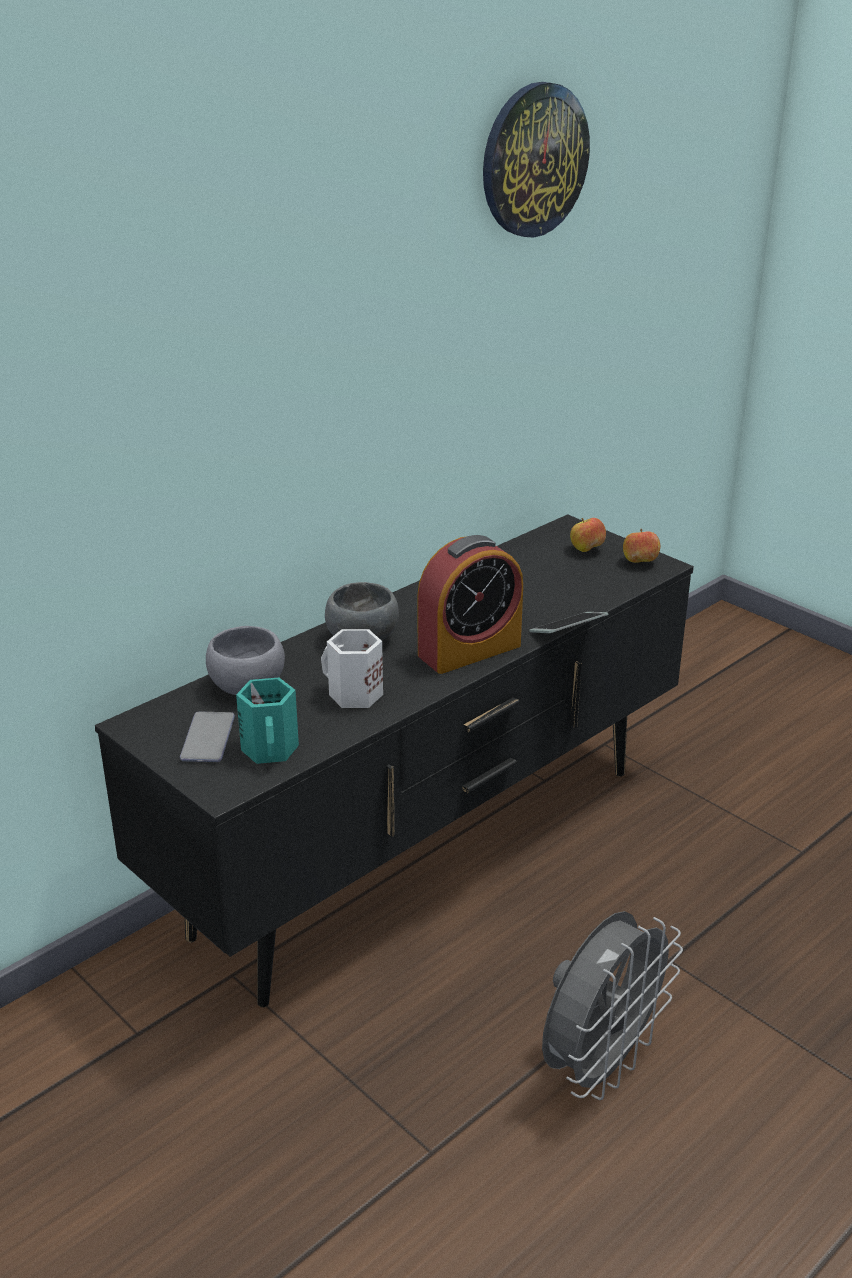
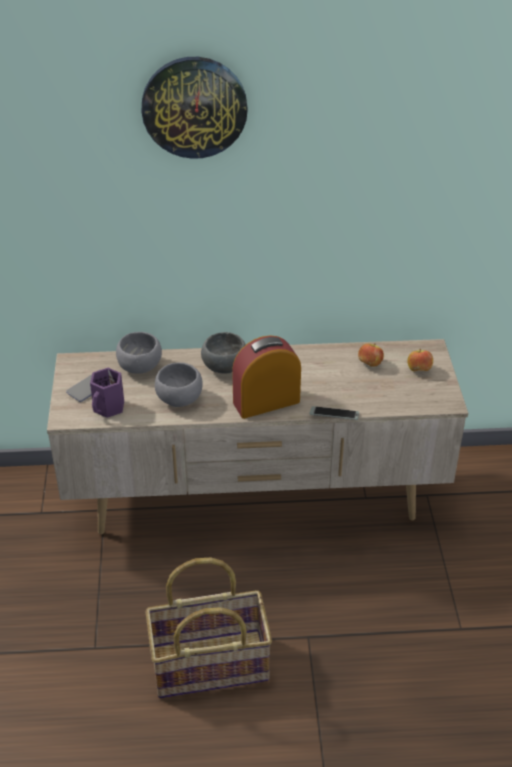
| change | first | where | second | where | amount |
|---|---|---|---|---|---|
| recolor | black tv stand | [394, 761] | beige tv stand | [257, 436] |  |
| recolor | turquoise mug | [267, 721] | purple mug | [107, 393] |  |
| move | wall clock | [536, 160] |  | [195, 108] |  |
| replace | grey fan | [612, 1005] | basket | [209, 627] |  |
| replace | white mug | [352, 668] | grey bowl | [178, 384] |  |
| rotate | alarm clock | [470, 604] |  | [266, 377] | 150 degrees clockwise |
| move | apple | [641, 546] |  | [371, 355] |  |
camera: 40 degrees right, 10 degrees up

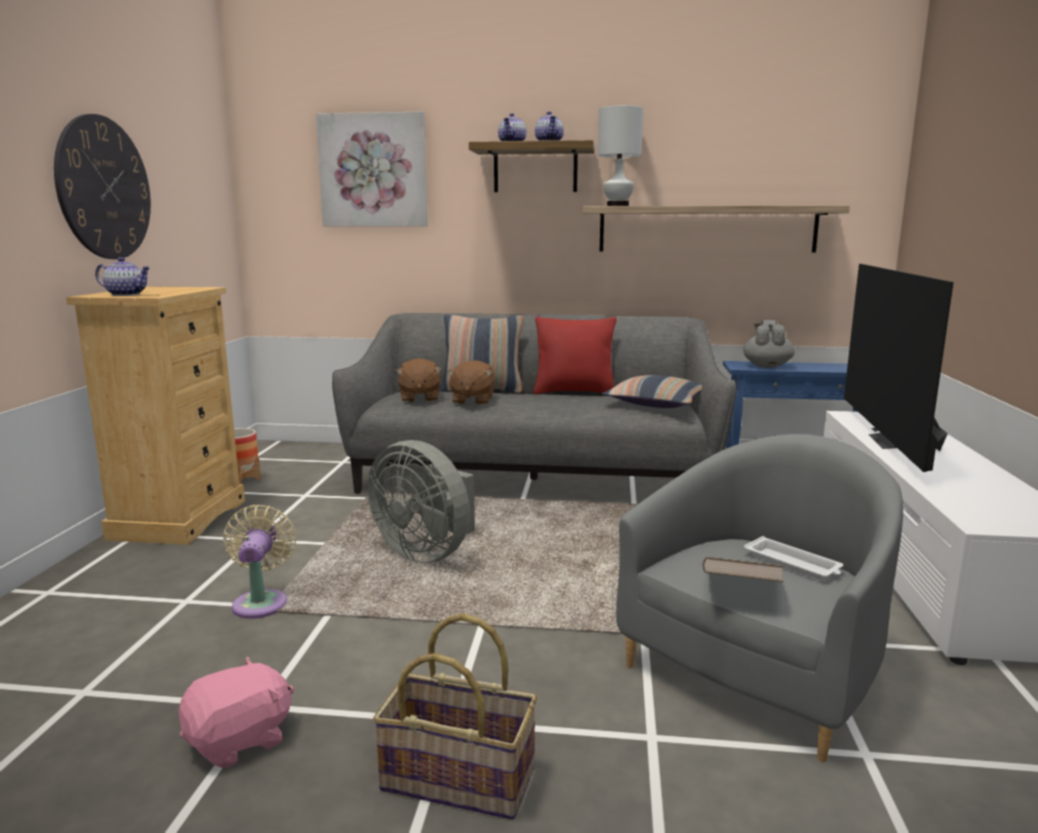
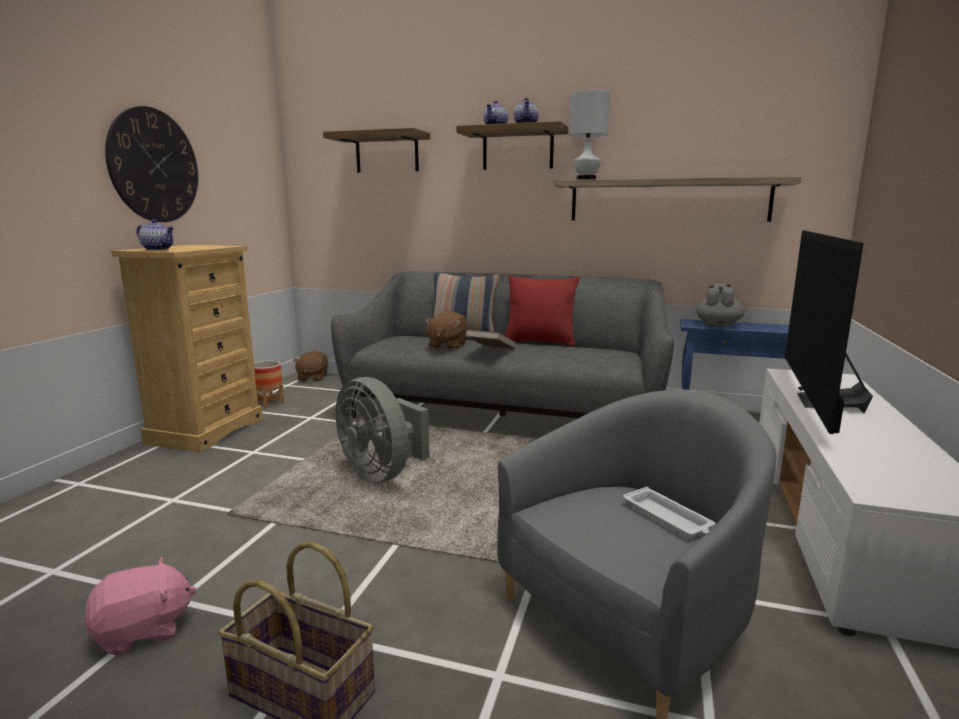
| change | first | where | second | where | amount |
|---|---|---|---|---|---|
| move | brown plush toy | [419, 380] |  | [310, 366] |  |
| replace | picture | [372, 169] | shelf | [376, 150] |  |
| move | brown book | [743, 569] |  | [490, 339] |  |
| delete | beige fan | [259, 562] |  |  |  |
| delete | pillow | [652, 391] |  |  |  |
camera: 10 degrees right, 0 degrees up

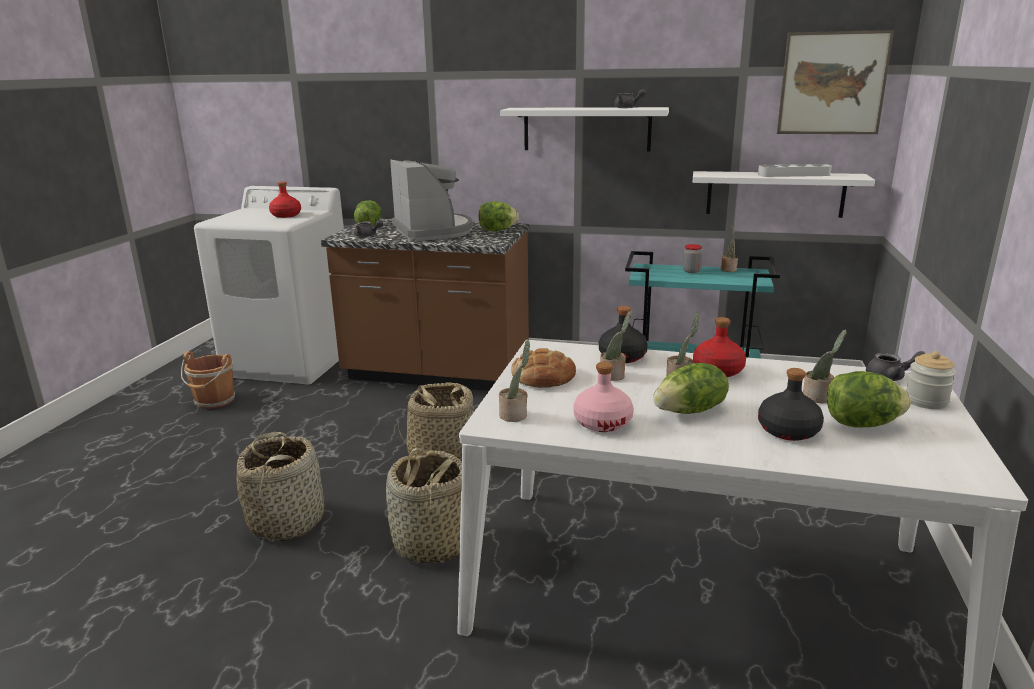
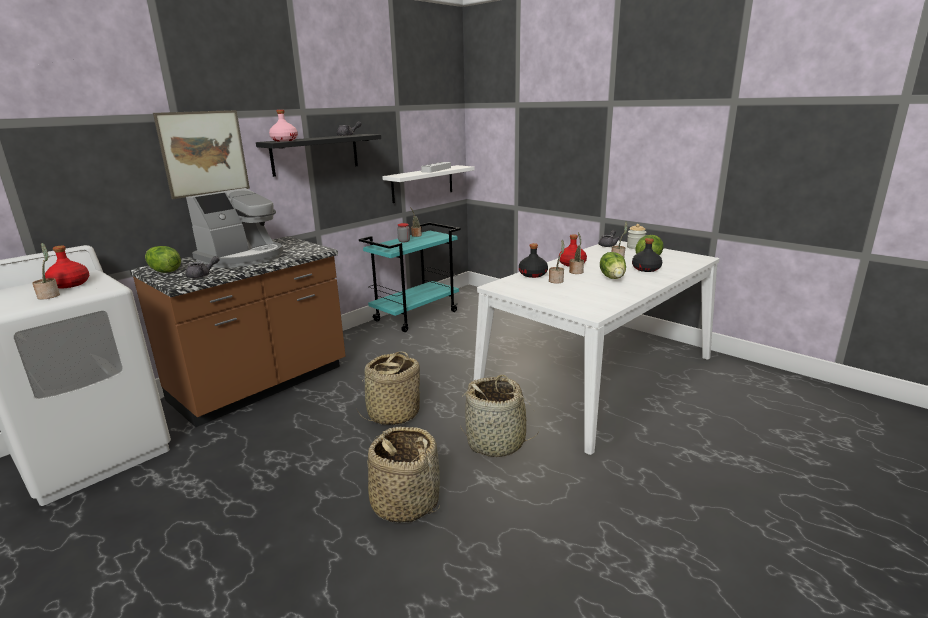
| change | first | where | second | where | amount |
|---|---|---|---|---|---|
| move | potted plant | [514, 381] |  | [46, 271] |  |
| move | picture | [835, 82] |  | [201, 154] |  |
| rotate | coffee machine | [431, 200] |  | [234, 228] | 120 degrees clockwise |
| recolor | white shelf | [584, 129] | black shelf | [318, 155] |  |
| move | pink bottle | [603, 397] |  | [283, 125] |  |
| delete | brown bucket | [208, 380] |  |  |  |
| delete | lettuce | [498, 216] |  |  |  |
| delete | bread | [543, 368] |  |  |  |
camera: 60 degrees left, 0 degrees up

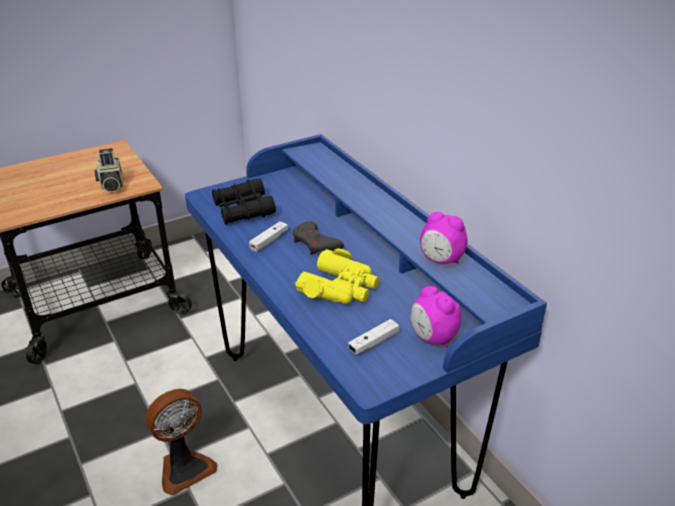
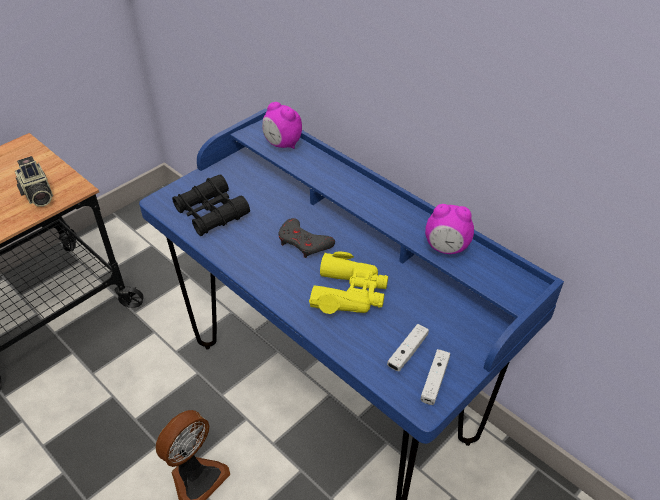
| change | first | where | second | where | amount |
|---|---|---|---|---|---|
| move | alarm clock | [435, 316] |  | [282, 125] |  |
| move | white game controller | [268, 236] |  | [435, 377] |  |
camera: 15 degrees left, 10 degrees up

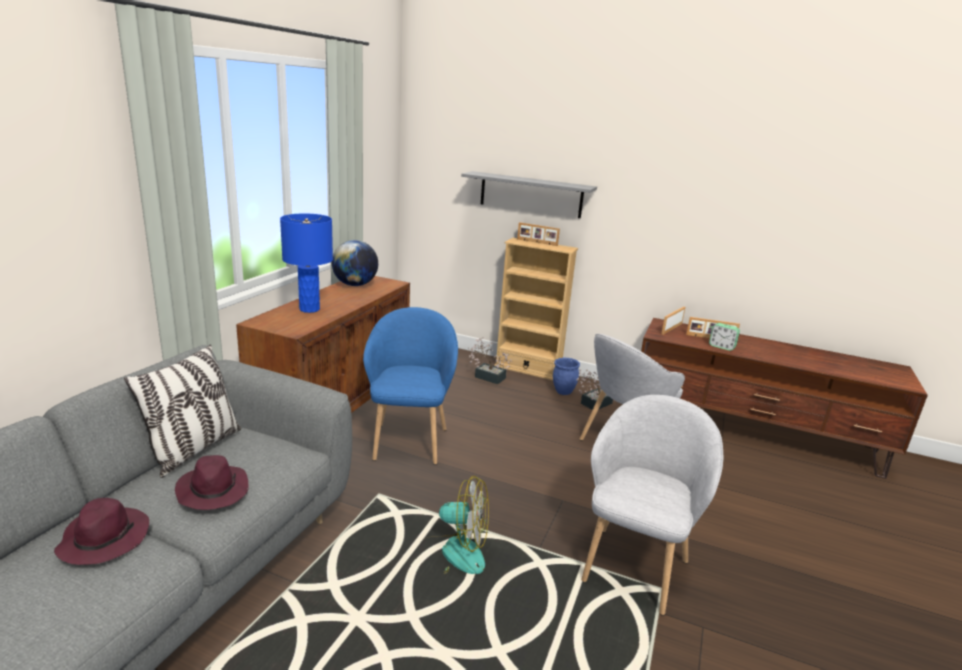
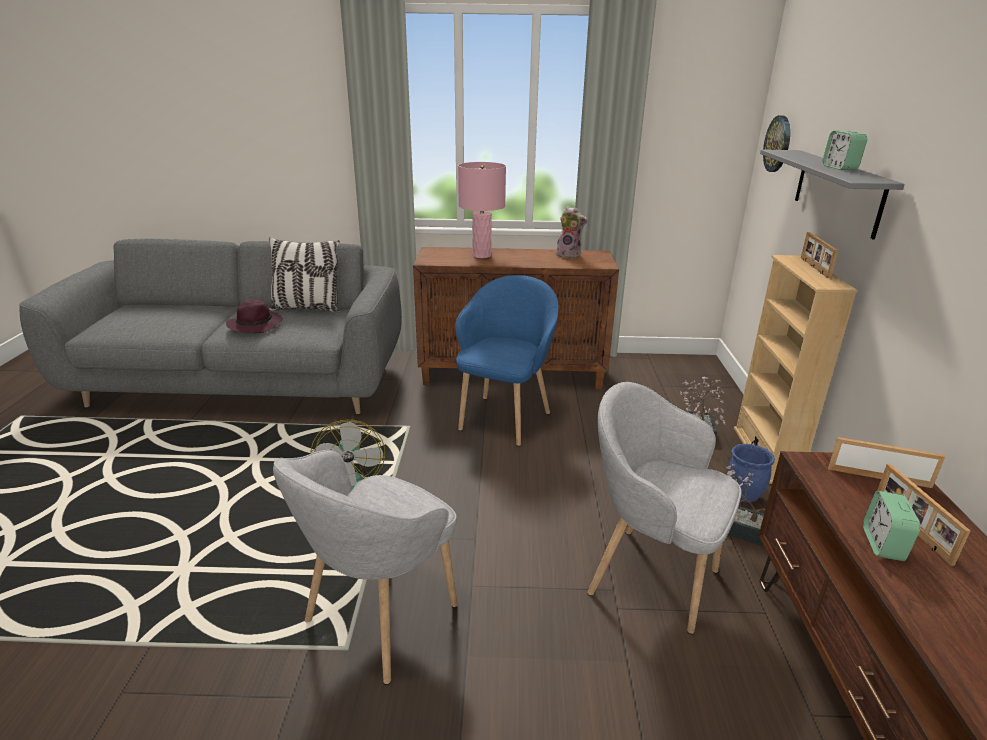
| change | first | where | second | where | amount |
|---|---|---|---|---|---|
| rotate | grey armchair | [652, 505] |  | [365, 567] | 120 degrees clockwise |
| rotate | blue armchair | [410, 386] |  | [507, 360] | 45 degrees counterclockwise |
| recolor | blue table lamp | [306, 263] | pink table lamp | [482, 210] |  |
| replace | globe | [355, 263] | plush toy | [572, 232] |  |
| insert |  |  | wall clock | [776, 143] |  |
| insert |  |  | alarm clock | [845, 150] |  |
| delete | purple hat | [101, 531] |  |  |  |
camera: 70 degrees right, 5 degrees up

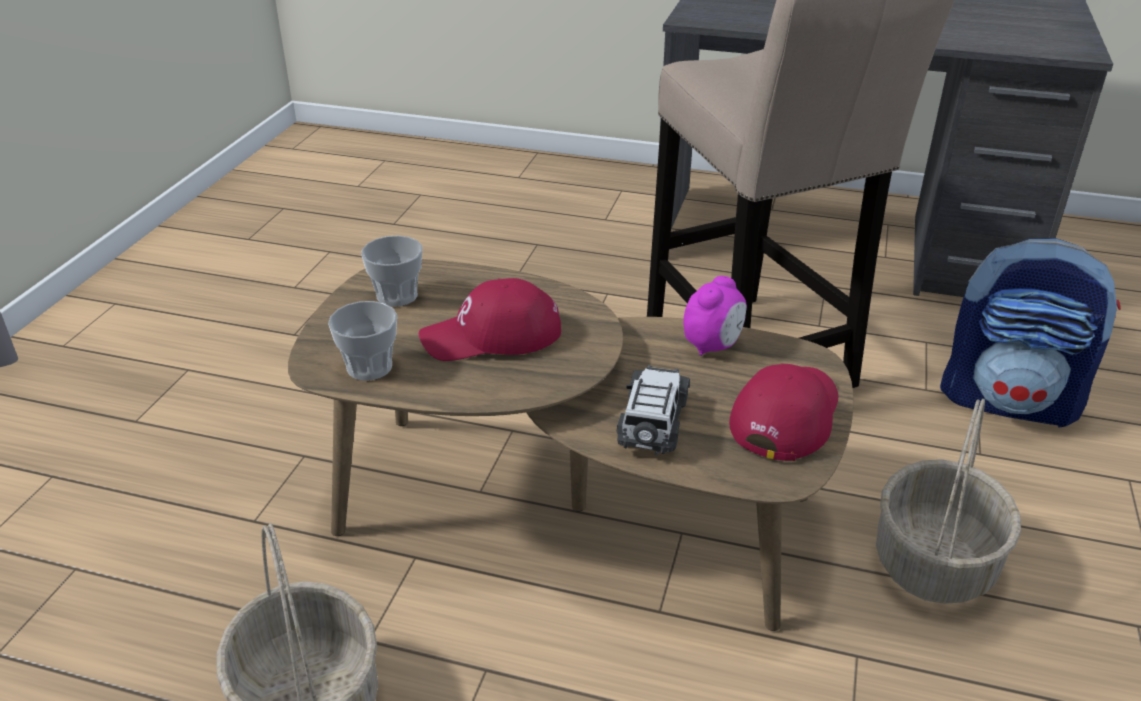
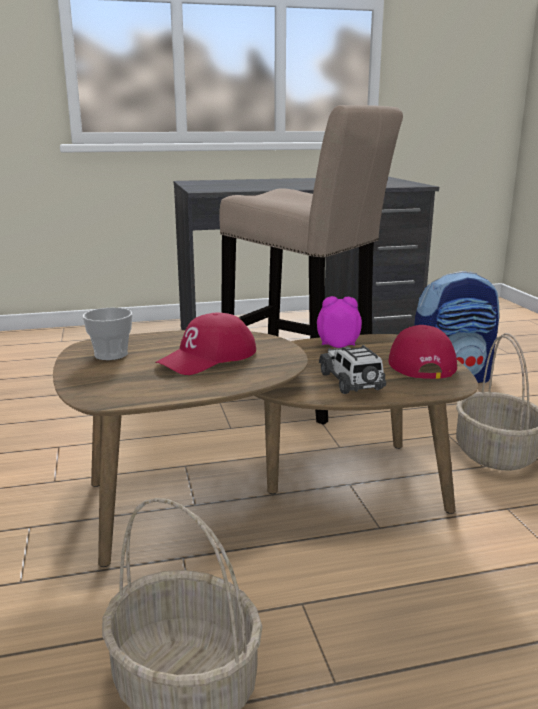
| change | first | where | second | where | amount |
|---|---|---|---|---|---|
| rotate | alarm clock | [715, 316] |  | [339, 322] | 90 degrees counterclockwise |
| delete | cup | [362, 341] |  |  |  |
camera: 30 degrees left, 15 degrees down

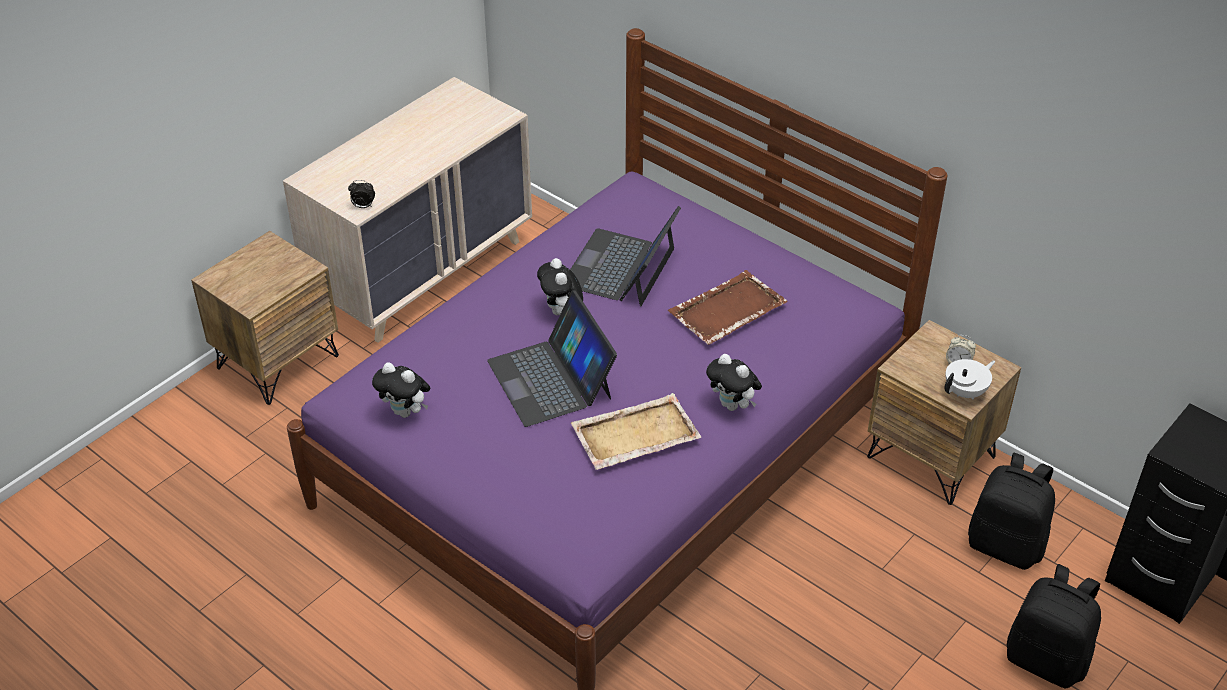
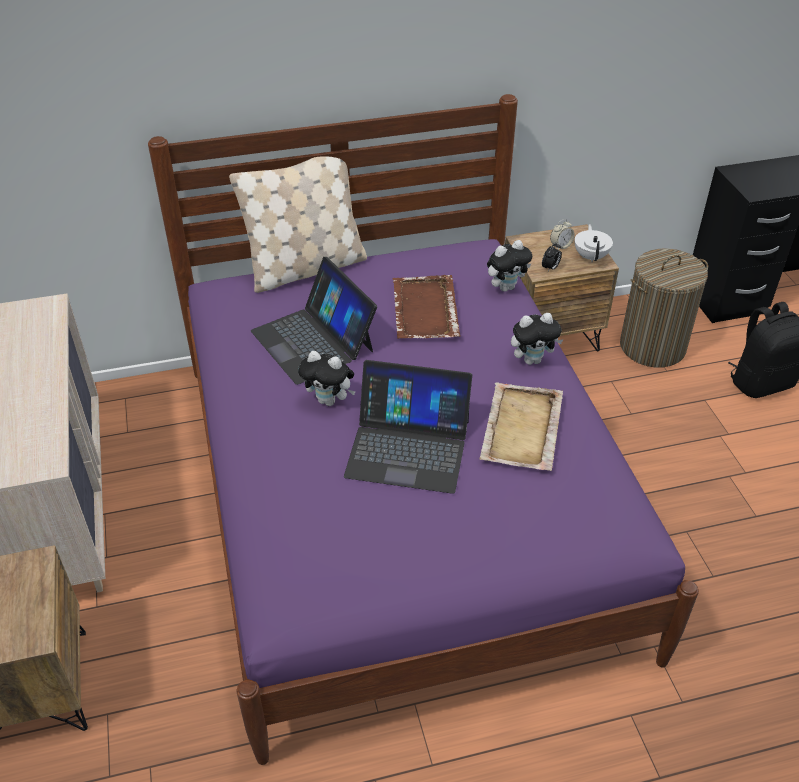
| change | first | where | second | where | amount |
|---|---|---|---|---|---|
| insert |  |  | beige pillow | [298, 224] |  |
| move | plush toy | [401, 390] |  | [509, 266] |  |
| move | alarm clock | [361, 194] |  | [552, 256] |  |
| replace | black backpack | [1011, 511] | laundry basket | [664, 308] |  |
camera: 55 degrees left, 0 degrees up

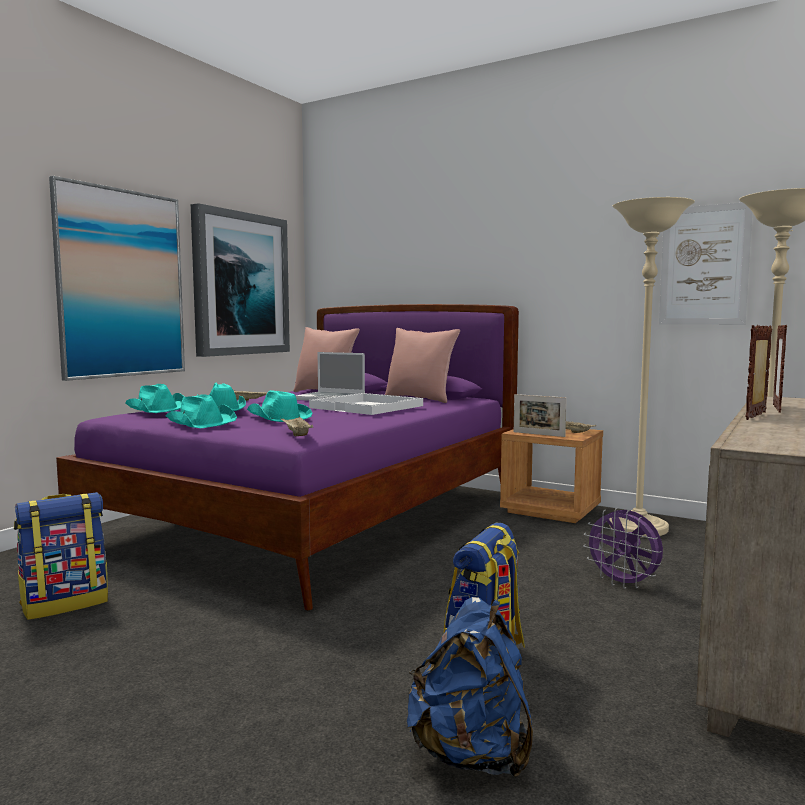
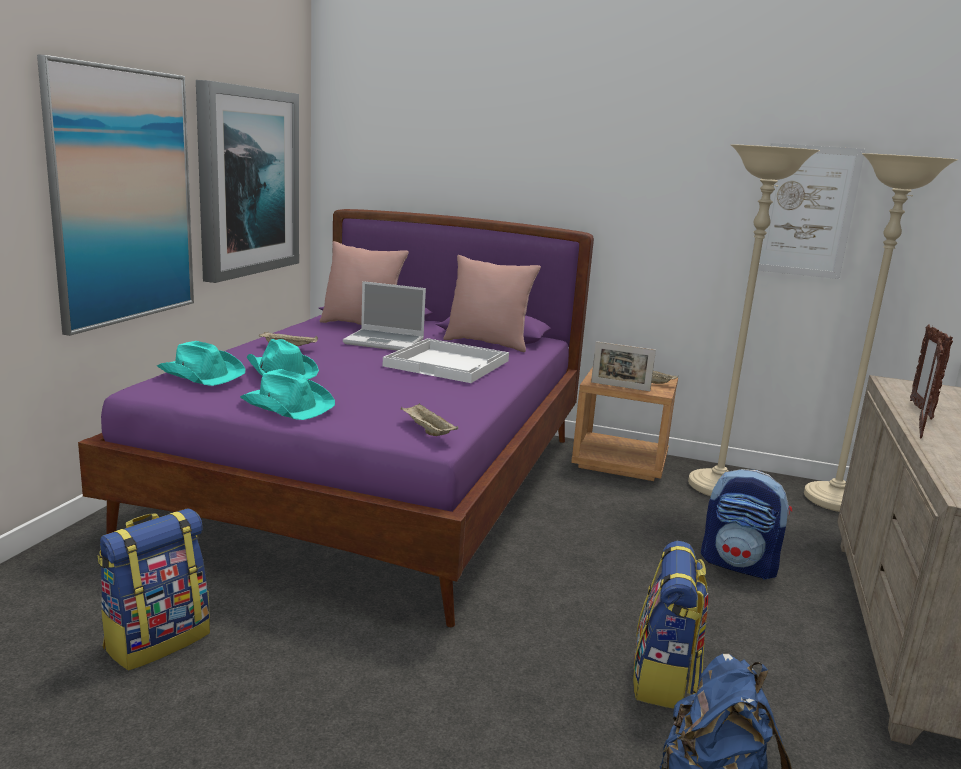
| change | first | where | second | where | amount |
|---|---|---|---|---|---|
| replace | purple fan | [623, 548] | backpack | [746, 524] |  |
| delete | turquoise hat | [279, 406] |  |  |  |
camera: 15 degrees left, 10 degrees up

